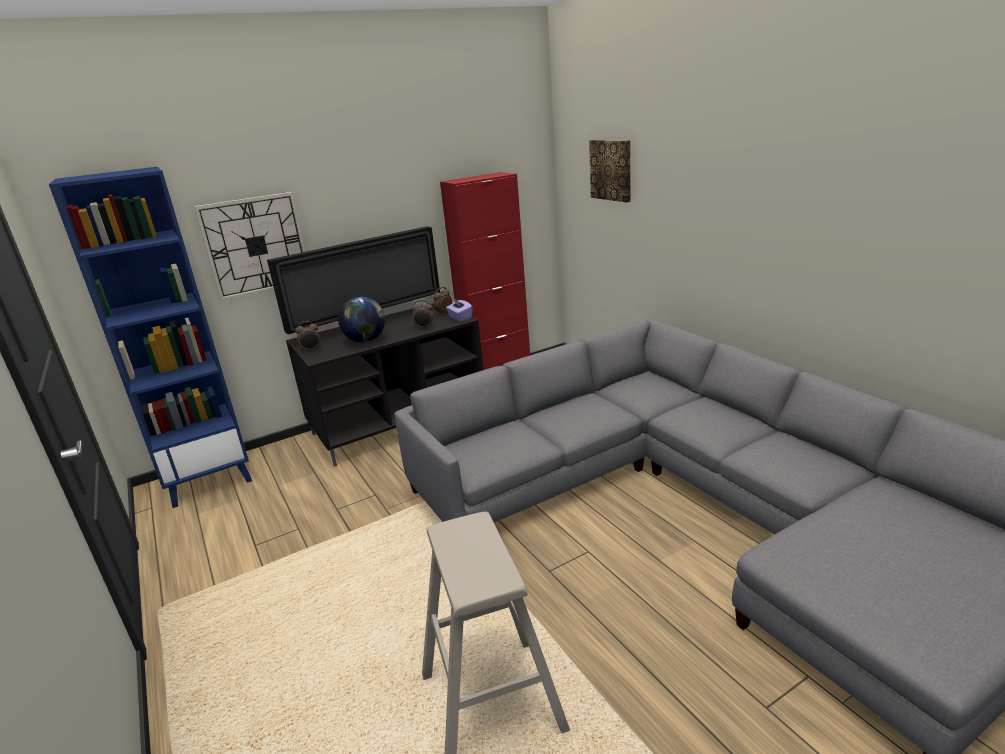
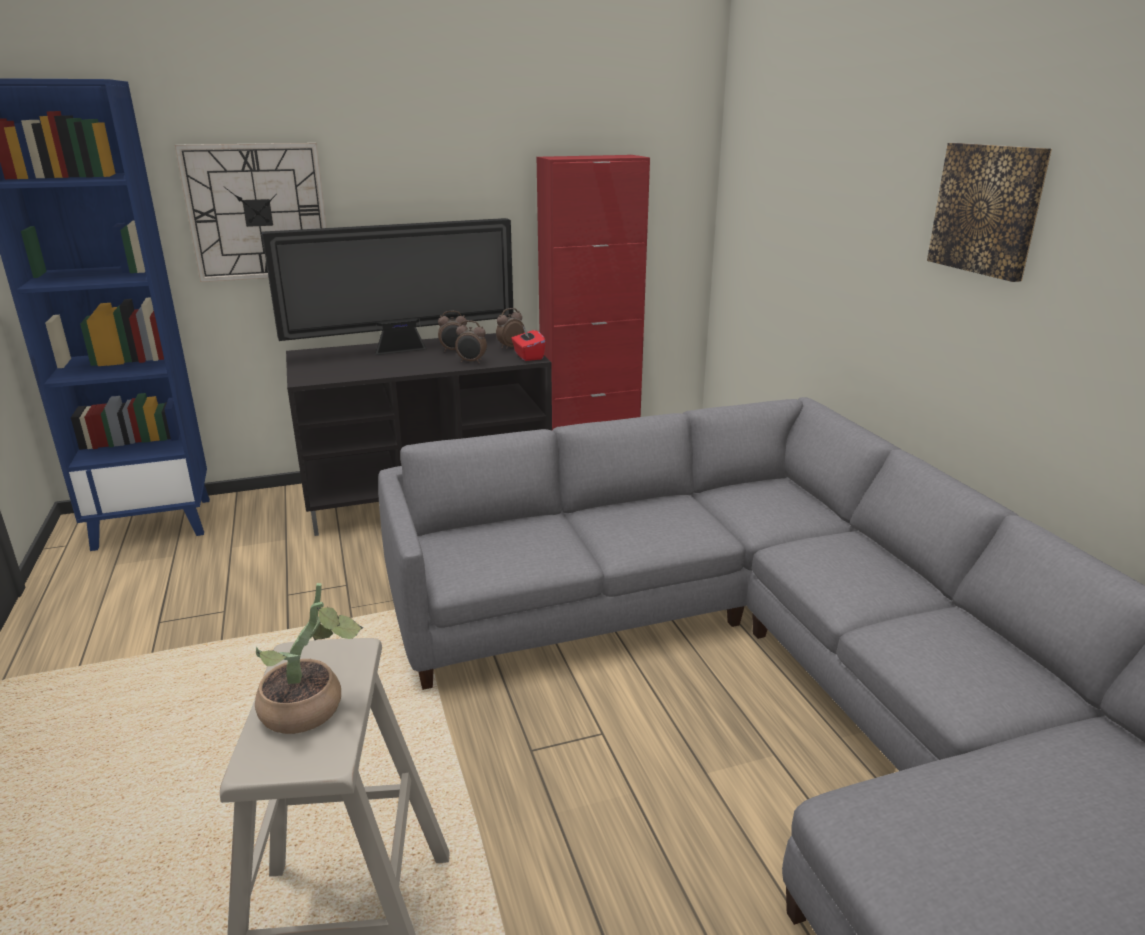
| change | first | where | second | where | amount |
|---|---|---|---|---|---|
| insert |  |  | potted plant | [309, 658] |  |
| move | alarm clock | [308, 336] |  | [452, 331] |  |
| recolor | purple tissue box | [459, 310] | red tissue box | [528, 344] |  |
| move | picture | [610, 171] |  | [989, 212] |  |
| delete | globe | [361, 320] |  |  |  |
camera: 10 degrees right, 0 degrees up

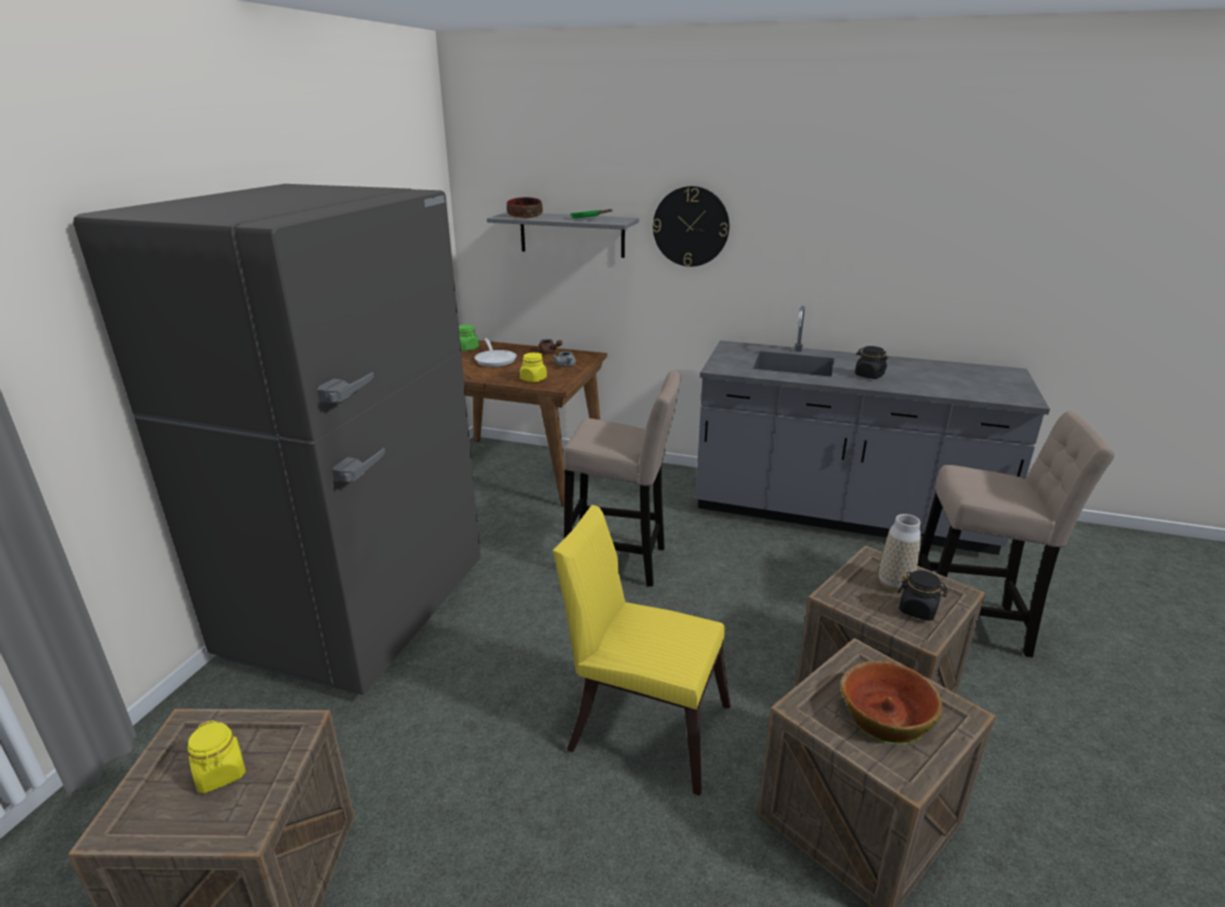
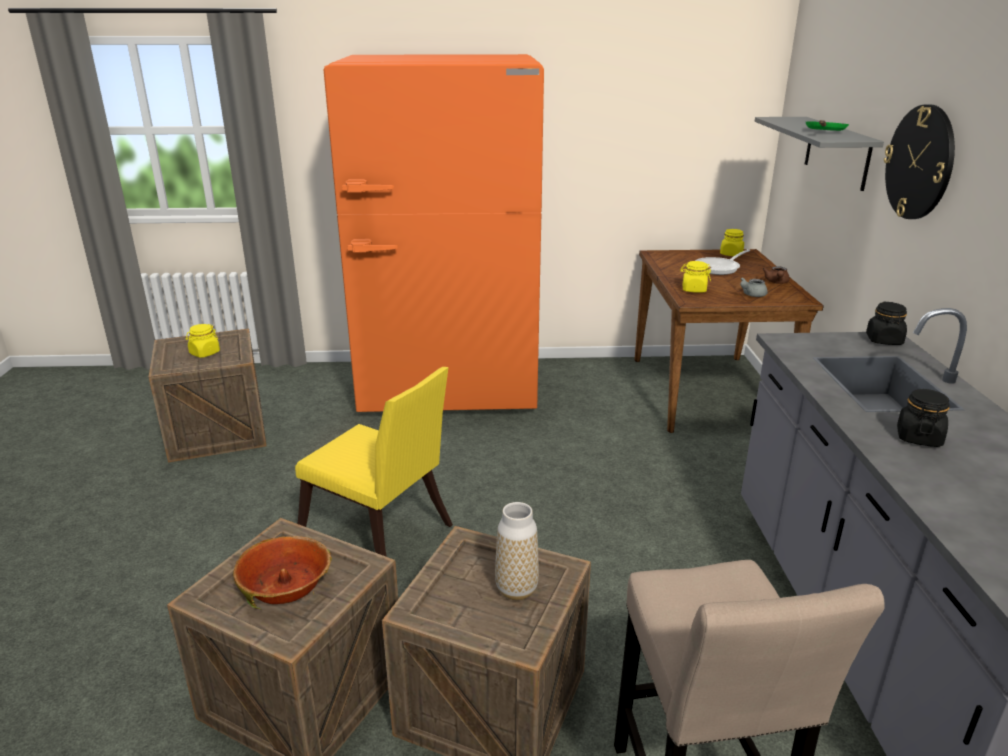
| change | first | where | second | where | amount |
|---|---|---|---|---|---|
| rotate | yellow chair | [642, 650] |  | [374, 462] | 120 degrees clockwise |
| recolor | grey fridge | [277, 439] | orange fridge | [434, 233] |  |
| recolor | green jar | [469, 338] | yellow jar | [732, 242] |  |
| move | black jar | [923, 595] |  | [886, 323] |  |
| delete | bowl | [525, 207] |  |  |  |
| delete | beige stool | [622, 478] |  |  |  |
camera: 70 degrees right, 0 degrees up

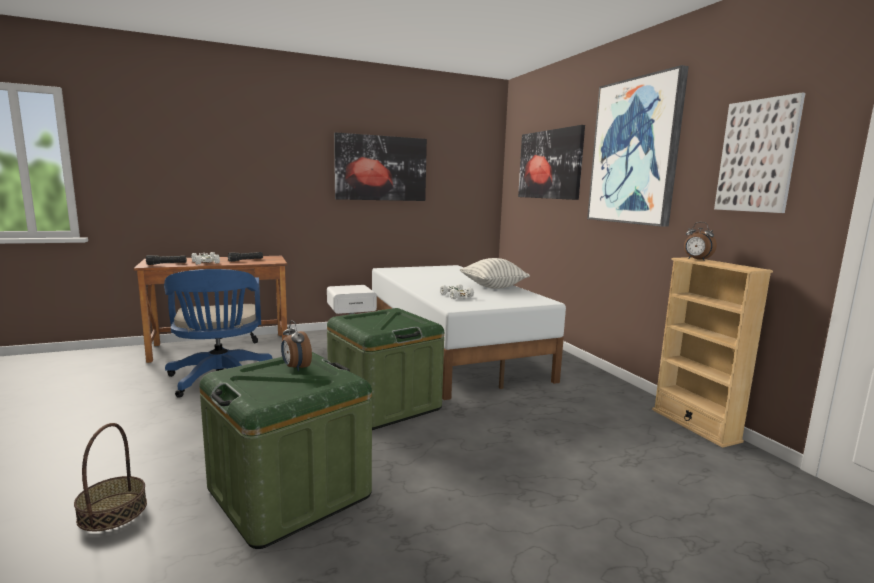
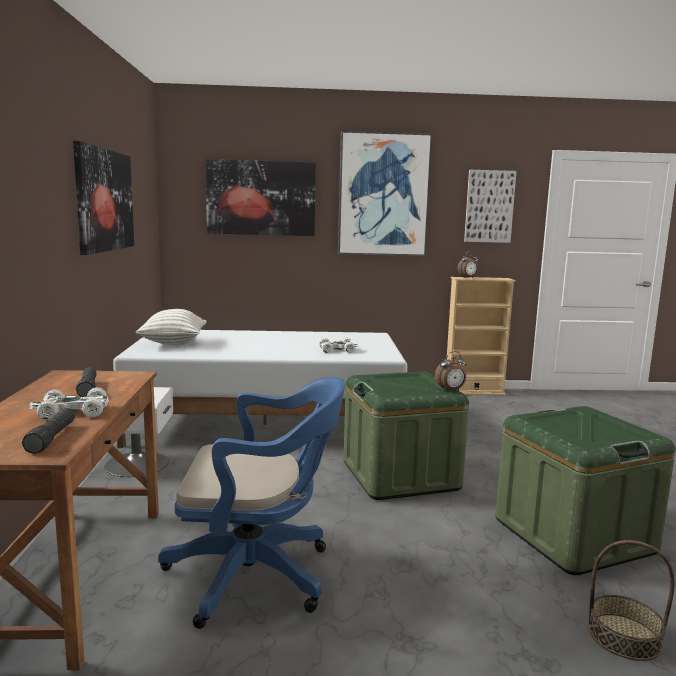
| change | first | where | second | where | amount |
|---|---|---|---|---|---|
| move | pillow | [495, 273] |  | [171, 327] |  |
| move | alarm clock | [296, 345] |  | [450, 371] |  |
camera: 70 degrees left, 0 degrees up

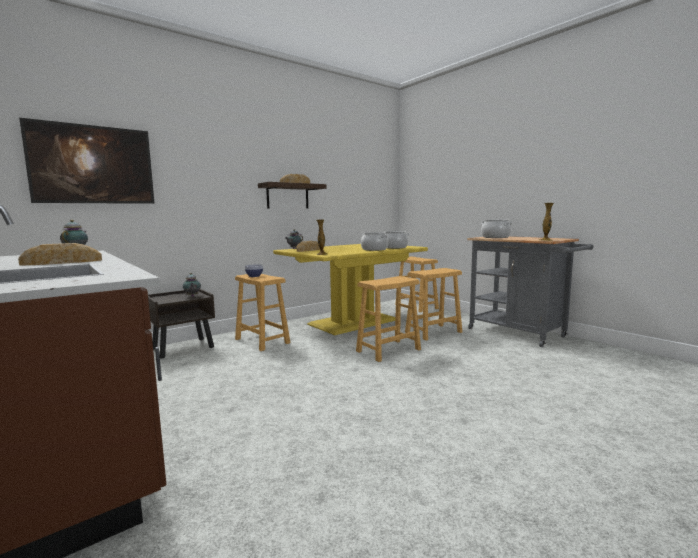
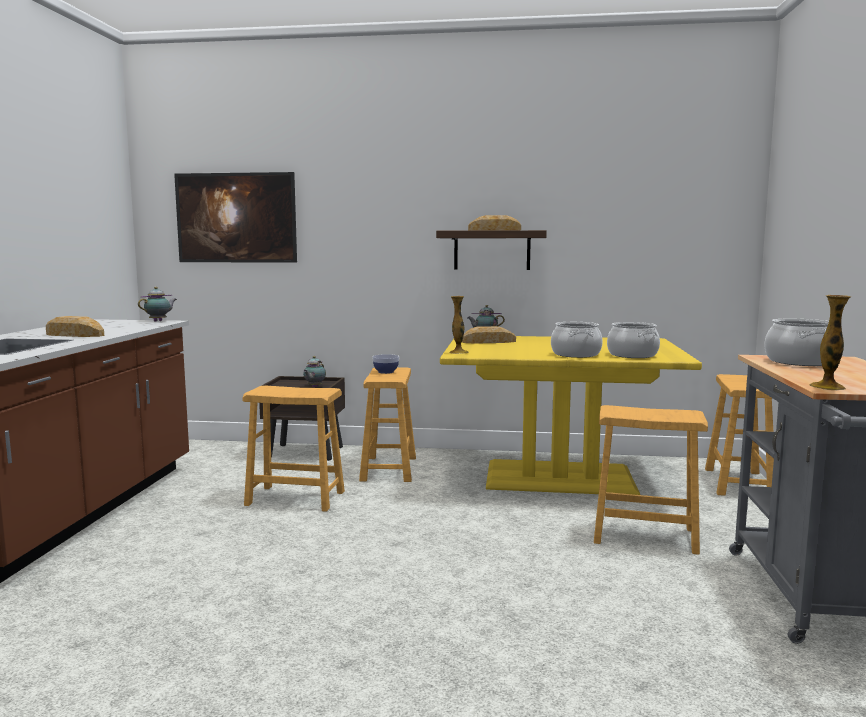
| change | first | where | second | where | amount |
|---|---|---|---|---|---|
| move | brown stool | [388, 319] |  | [293, 449] |  |
camera: 45 degrees right, 0 degrees up

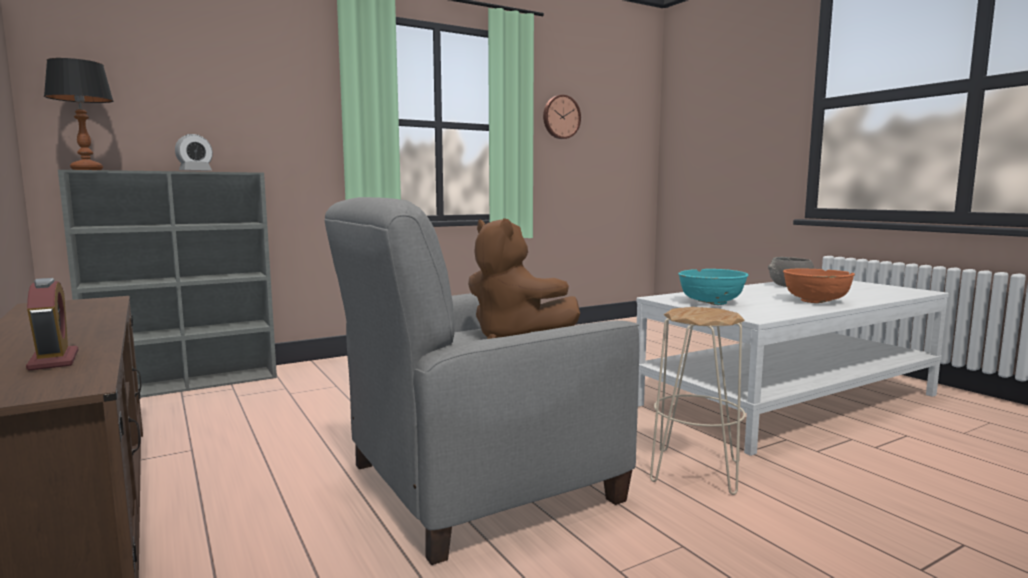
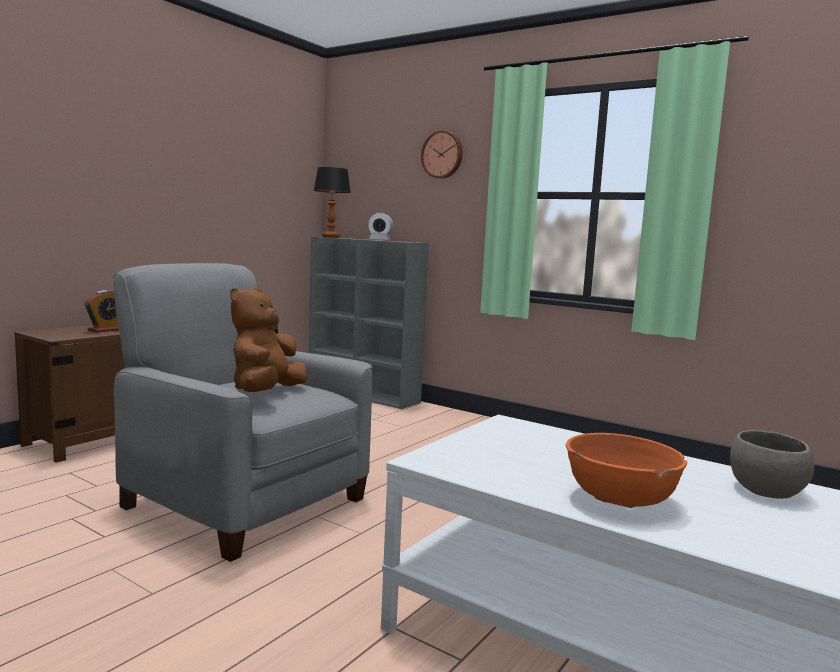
| change | first | where | second | where | amount |
|---|---|---|---|---|---|
| move | wall clock | [562, 117] |  | [442, 154] |  |
| delete | beige stool | [697, 401] |  |  |  |
| delete | turquoise bowl | [713, 287] |  |  |  |
camera: 65 degrees right, 0 degrees up

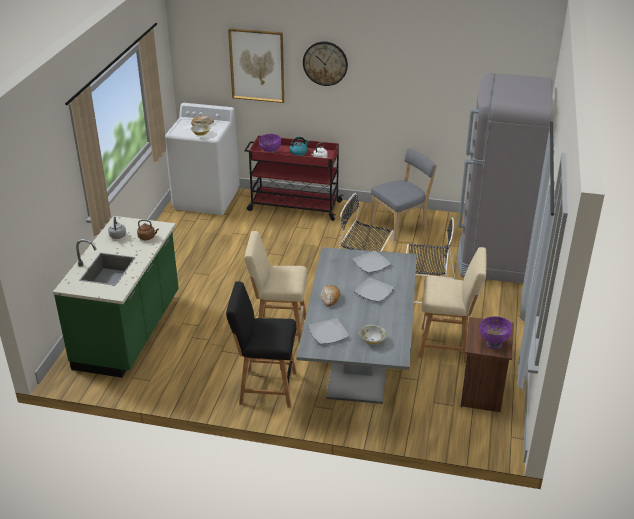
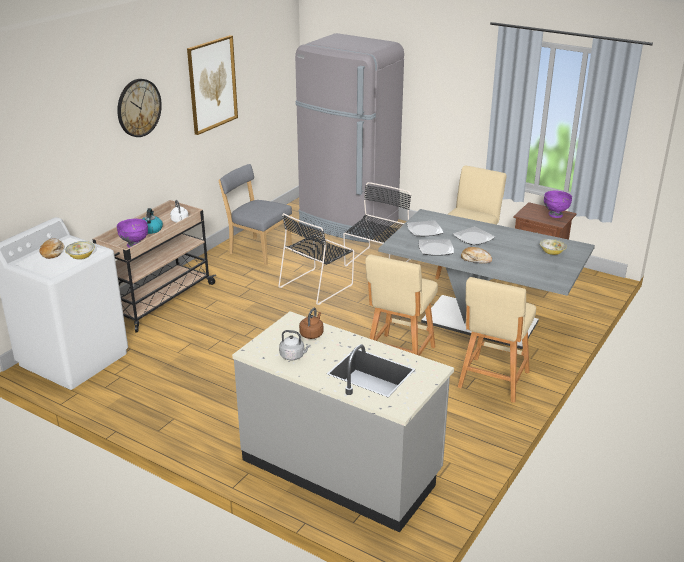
| change | first | where | second | where | amount |
|---|---|---|---|---|---|
| recolor | red cart | [294, 178] | beige cart | [154, 266] |  |
| move | picture | [256, 65] |  | [212, 85] |  |
| rotate | grey chair | [404, 194] |  | [255, 215] | 45 degrees counterclockwise |
| recolor | green counter | [116, 297] | grey counter | [343, 422] |  |
| move | plate | [328, 331] |  | [436, 247] |  |
| recolor | black stool | [261, 344] | beige stool | [497, 340] |  |
camera: 70 degrees left, 5 degrees down

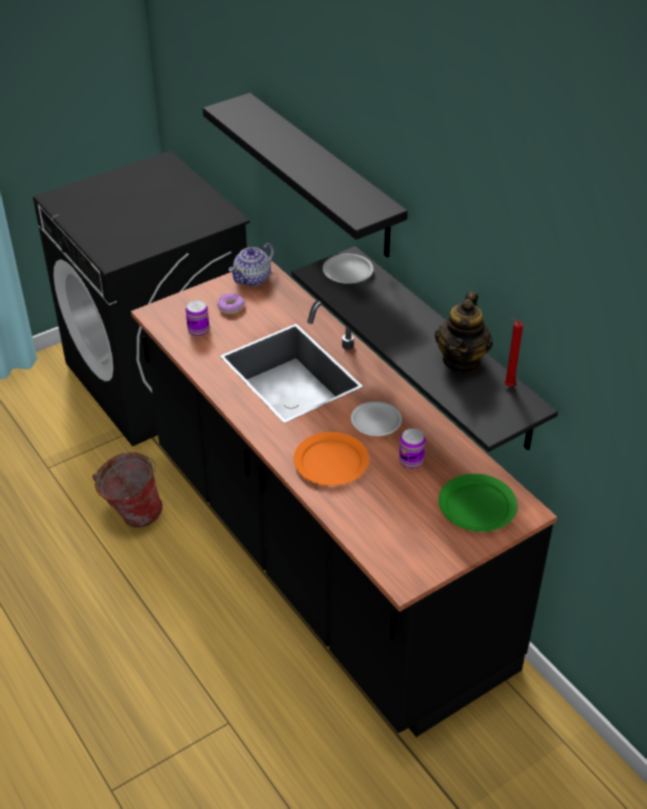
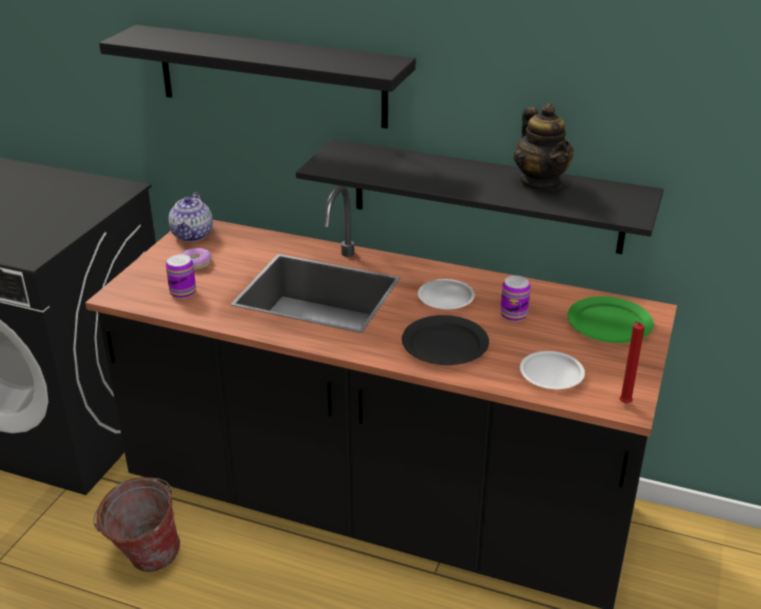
| change | first | where | second | where | amount |
|---|---|---|---|---|---|
| recolor | orange plate | [331, 459] | black plate | [445, 340] |  |
| move | white plate | [348, 269] |  | [552, 370] |  |
| move | red candle | [513, 352] |  | [632, 362] |  |
camera: 35 degrees left, 10 degrees down

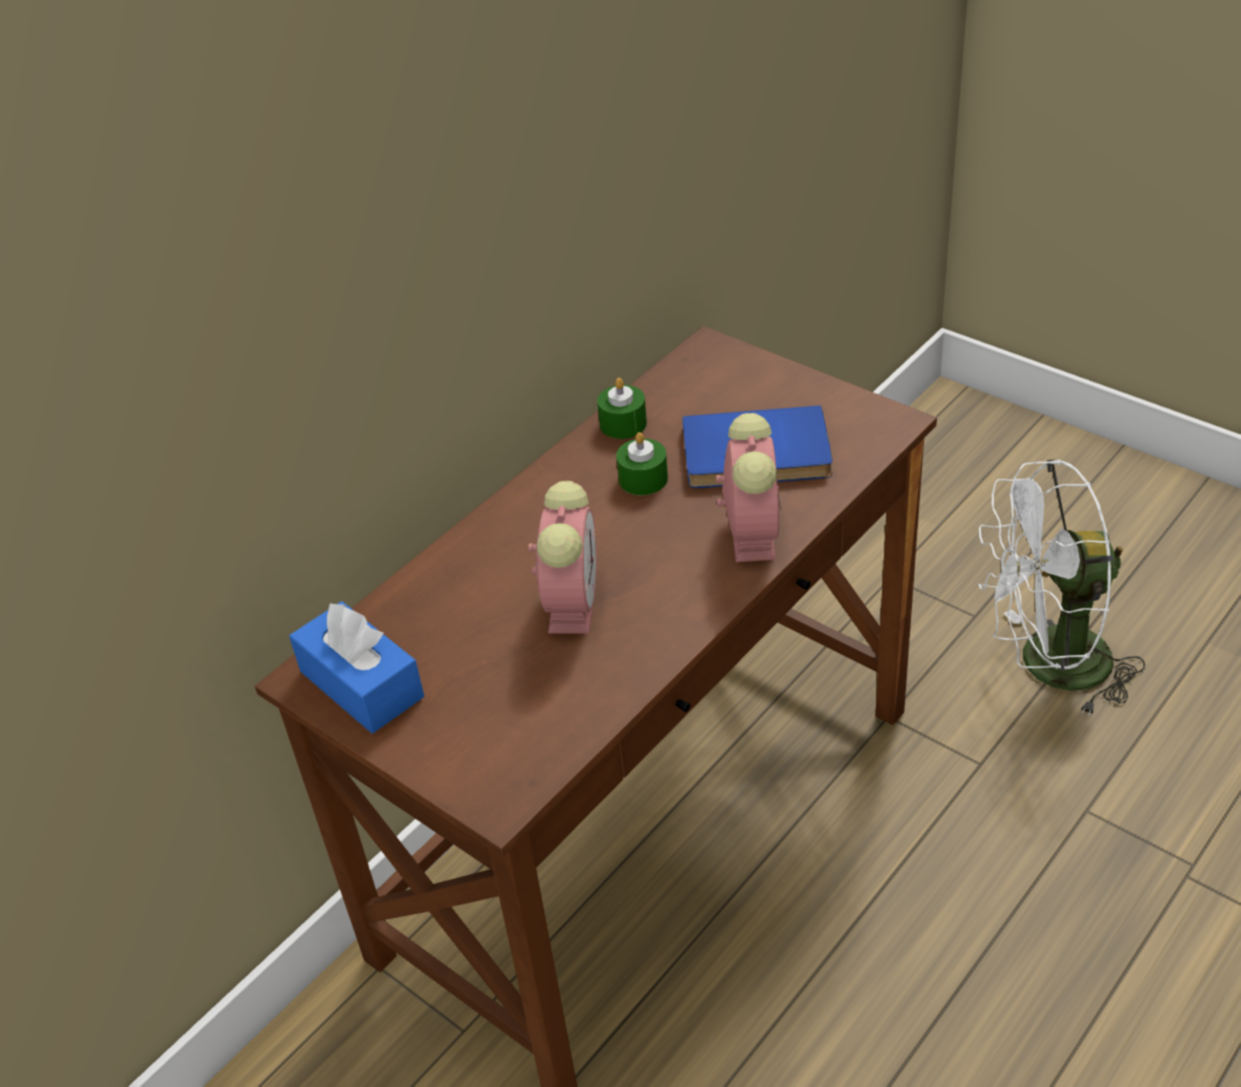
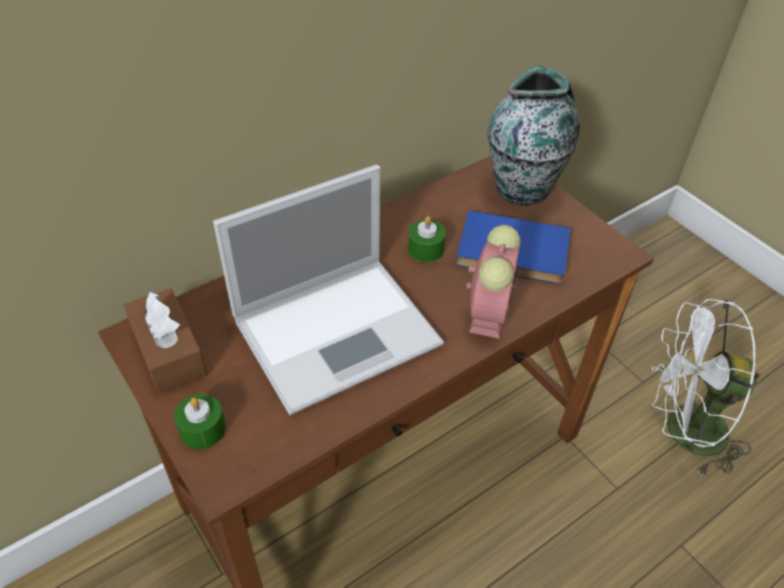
| change | first | where | second | where | amount |
|---|---|---|---|---|---|
| recolor | blue tissue box | [356, 667] | brown tissue box | [165, 341] |  |
| move | green candle | [622, 408] |  | [200, 421] |  |
| replace | alarm clock | [562, 557] | laptop | [328, 289] |  |
| insert |  |  | vase | [534, 135] |  |
camera: 10 degrees right, 5 degrees up

